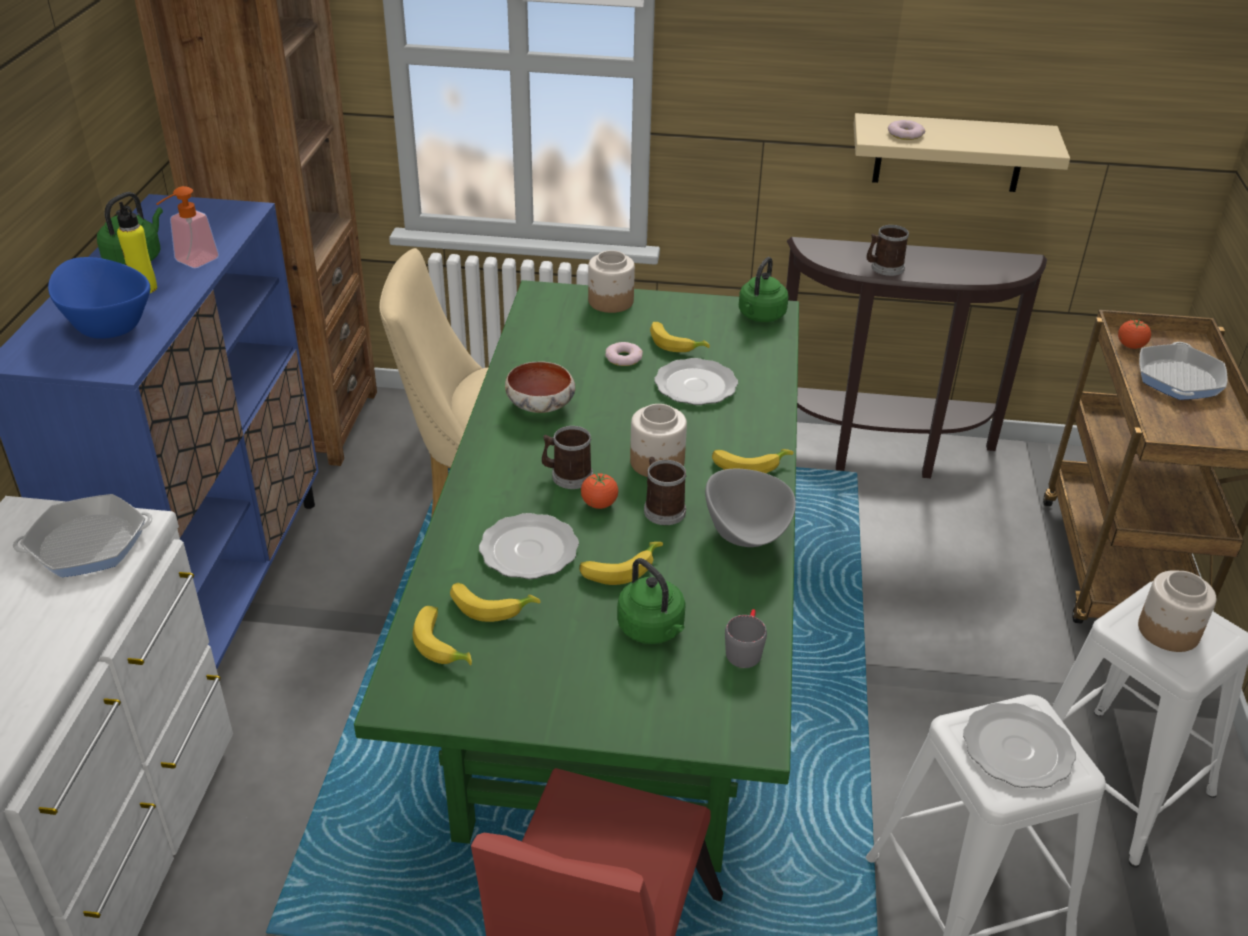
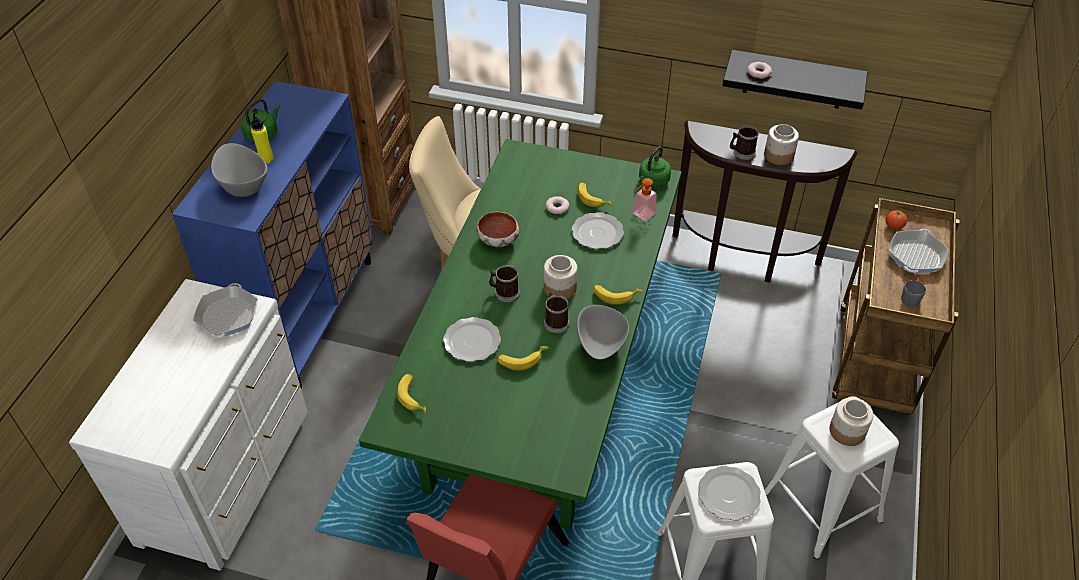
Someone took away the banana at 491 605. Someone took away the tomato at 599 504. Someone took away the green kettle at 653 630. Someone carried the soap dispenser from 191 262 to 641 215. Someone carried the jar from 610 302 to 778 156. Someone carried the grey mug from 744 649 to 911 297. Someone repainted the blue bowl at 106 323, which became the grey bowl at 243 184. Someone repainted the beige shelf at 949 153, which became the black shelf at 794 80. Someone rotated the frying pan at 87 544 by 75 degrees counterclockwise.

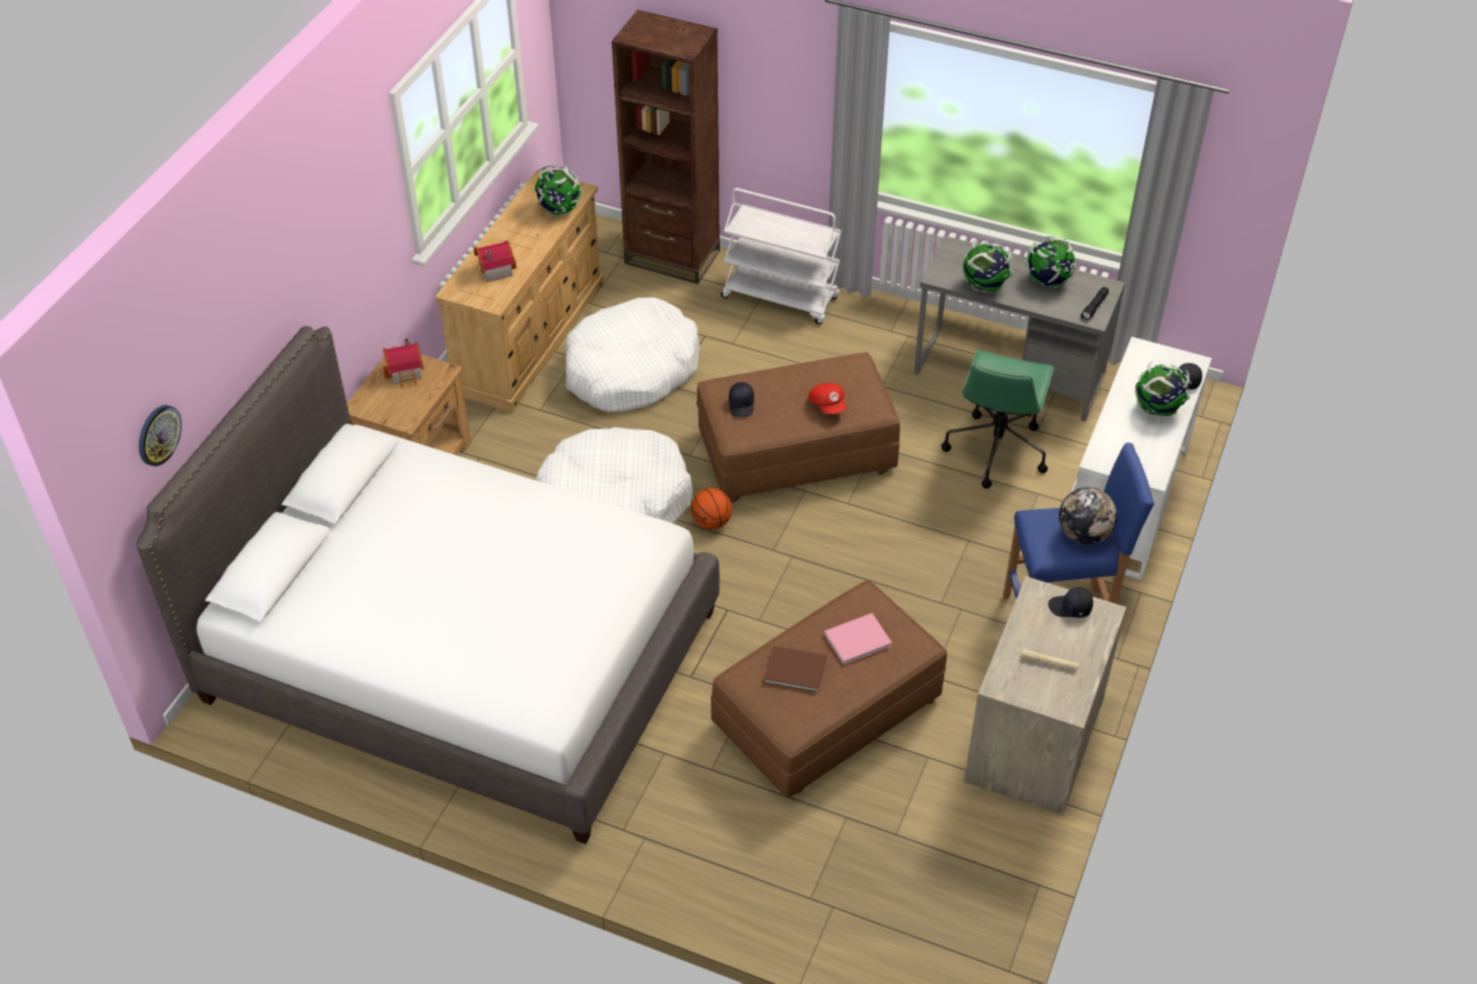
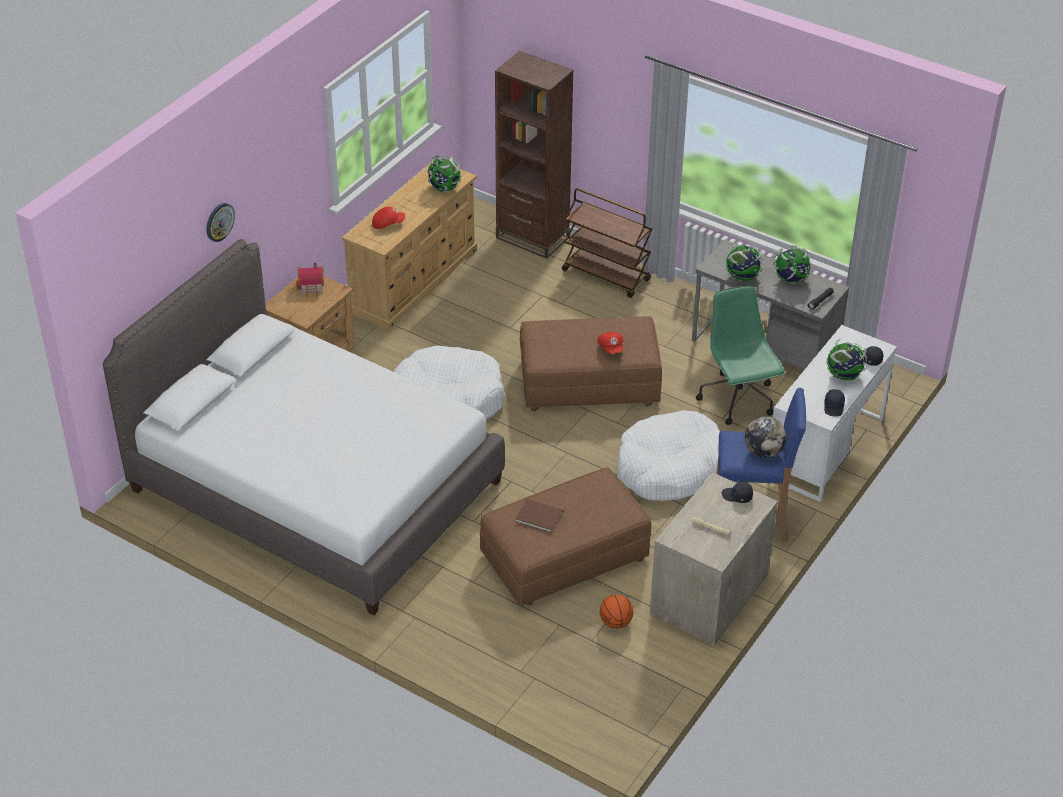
Someone took away the pink book at 855 639. Someone carried the wall clock from 158 435 to 219 222. Someone carried the white dog bed from 631 370 to 670 468. Someone carried the basketball from 712 522 to 616 623. Someone carried the black cap from 742 405 to 834 407. Someone swapped the toy house at 494 269 for the red cap at 388 223. Someone repainted the white cart at 781 297, which became the brown cart at 606 275. Someone rotated the green office chair at 996 449 by 135 degrees clockwise.

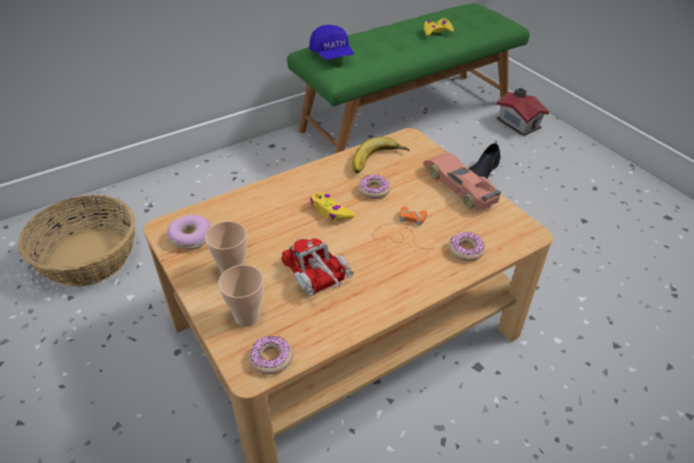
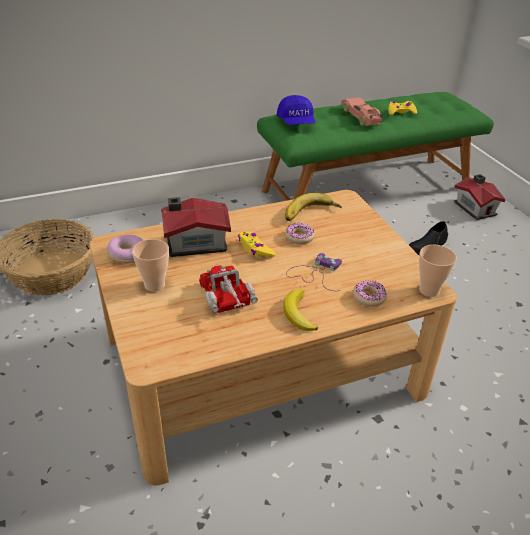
Someone took away the donut at 271 358. Someone put down the toy house at 194 242. Someone put down the banana at 298 314. Someone carried the cup from 247 317 to 429 290. Someone carried the toy car from 460 187 to 361 116. Someone repainted the orange game controller at 402 231, which became the purple game controller at 315 273.

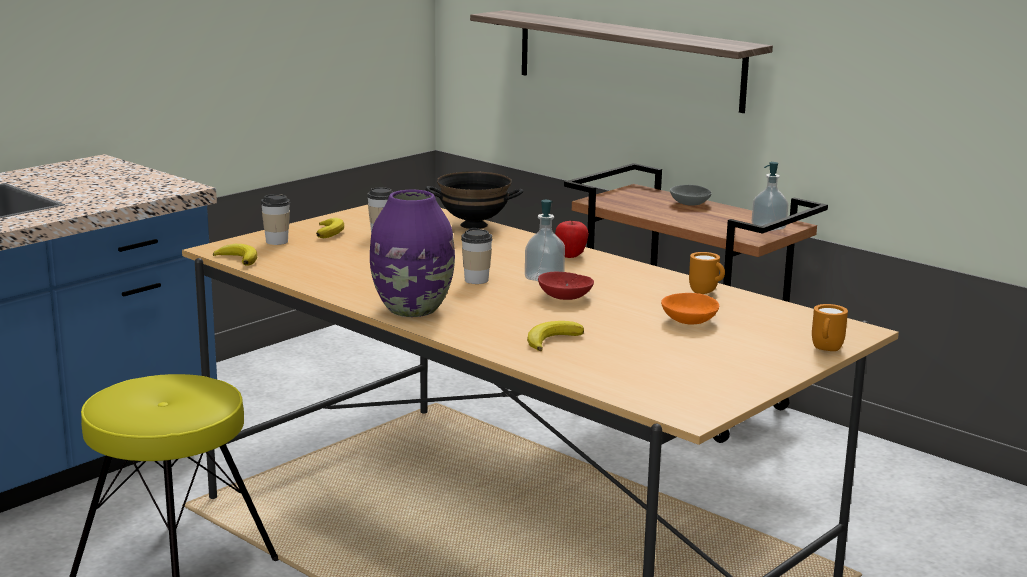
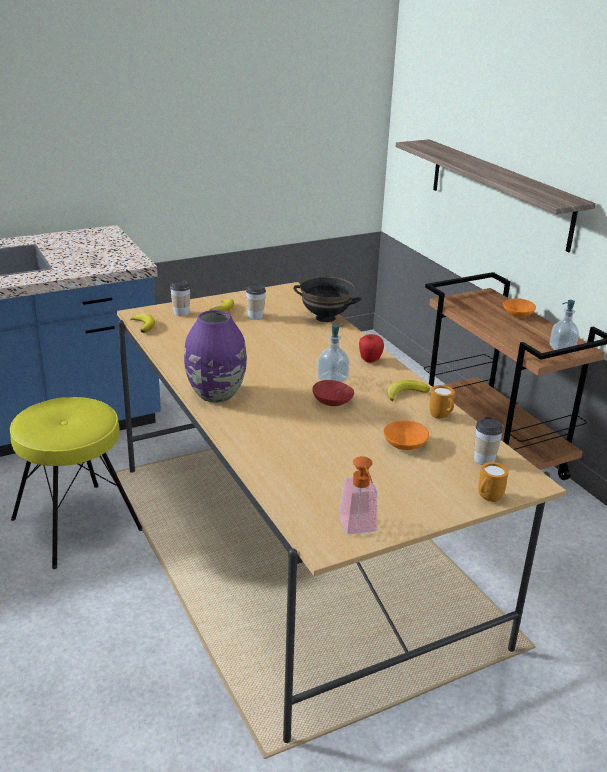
Someone put down the soap dispenser at 359 529. Someone carried the cup from 476 280 to 484 459. Someone carried the banana from 551 340 to 405 393. Someone repainted the grey bowl at 688 203, which became the orange bowl at 517 314.

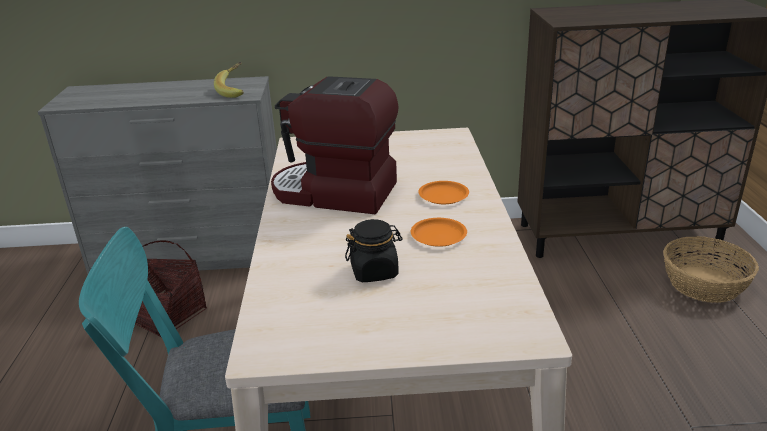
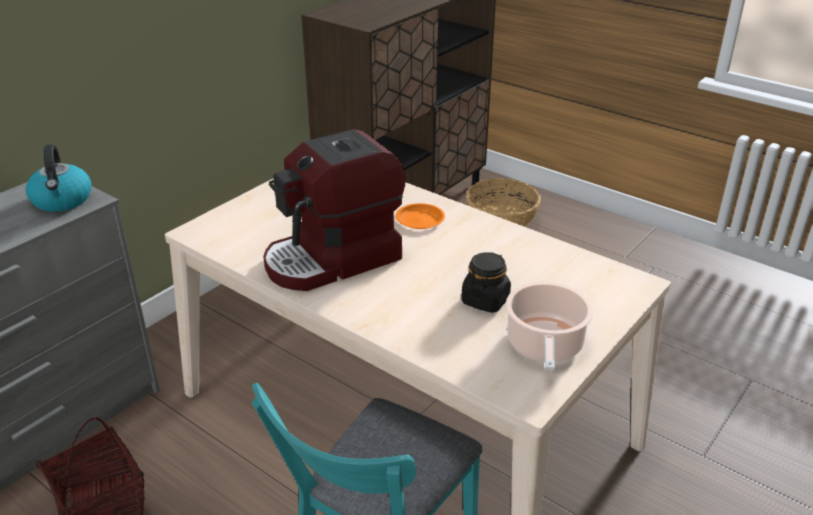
Someone took away the orange plate at 438 236. Someone put down the cooking pot at 544 346. Someone swapped the banana at 236 91 for the kettle at 62 200.

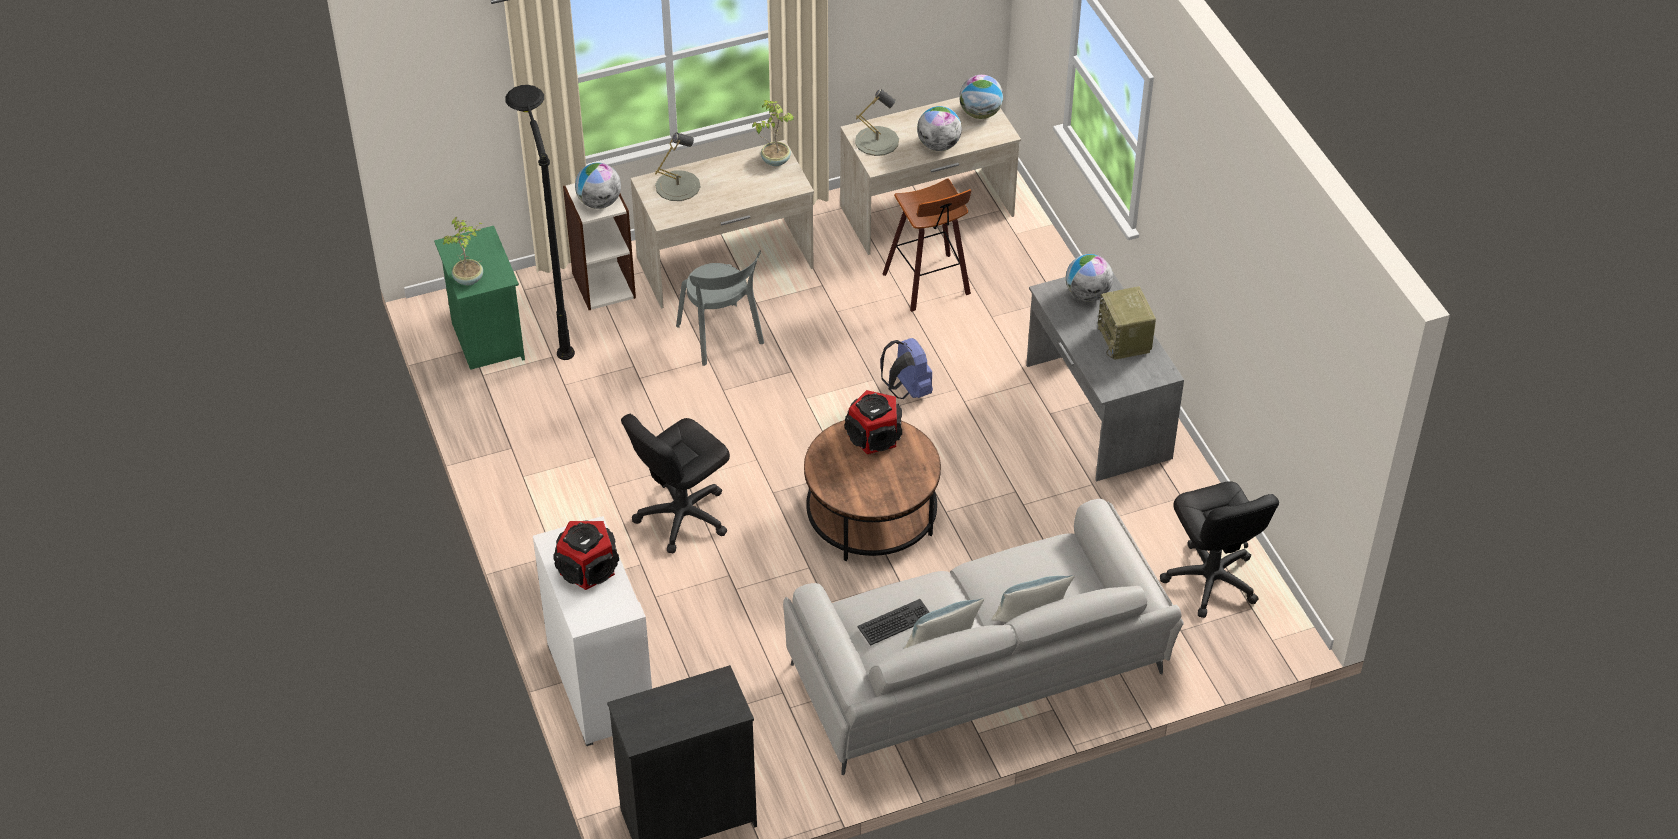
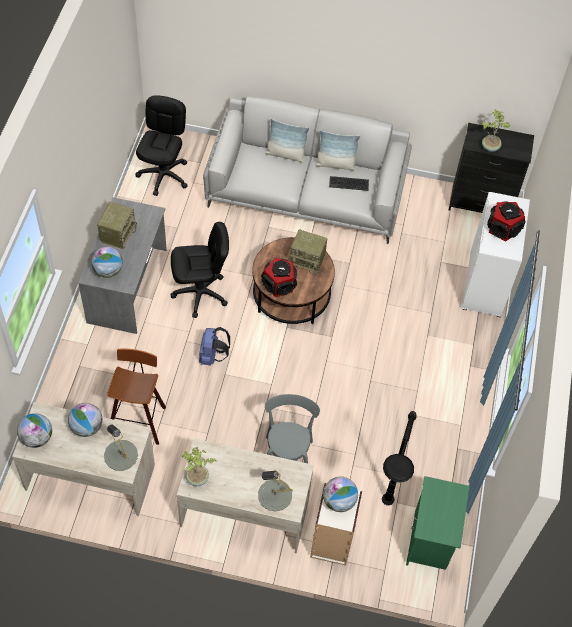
Someone put down the radio at 308 260. Someone carried the potted plant from 469 279 to 490 147. Someone carried the black office chair from 682 516 to 200 294.

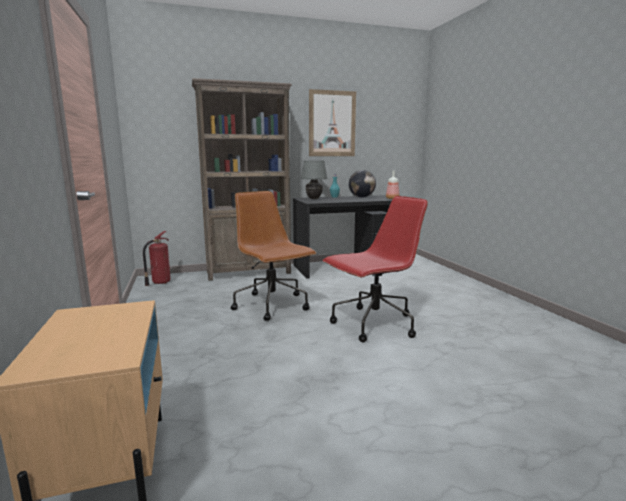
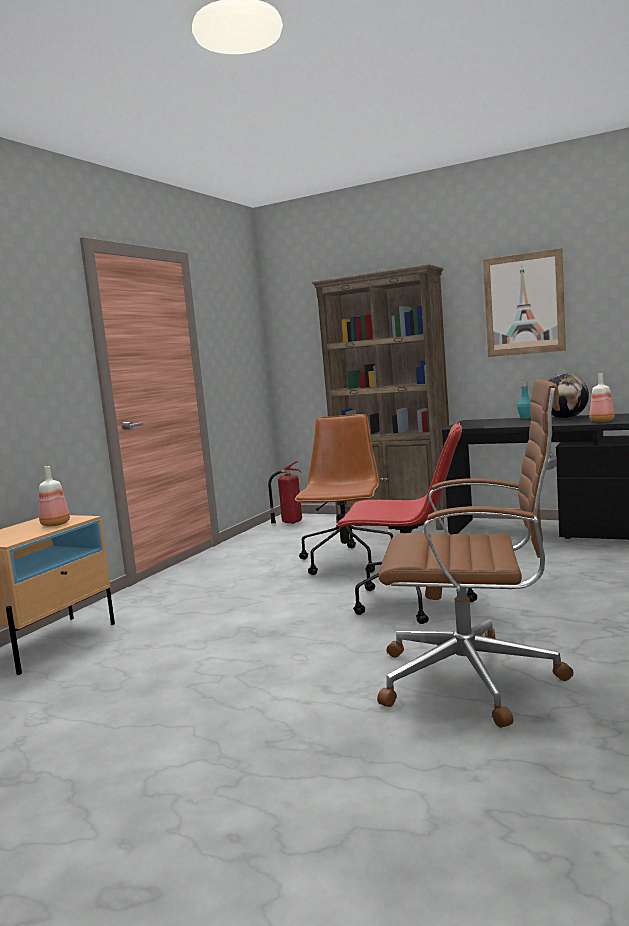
Someone took away the grey table lamp at 314 199. Someone put down the bottle at 54 524. Someone put down the brown office chair at 475 679.

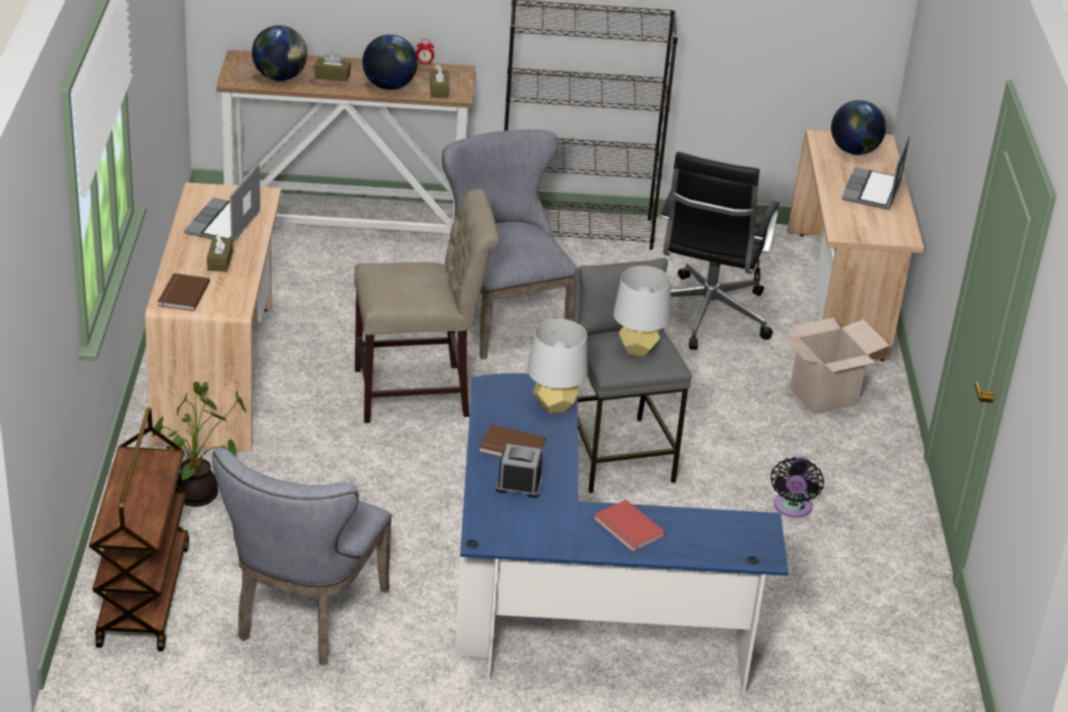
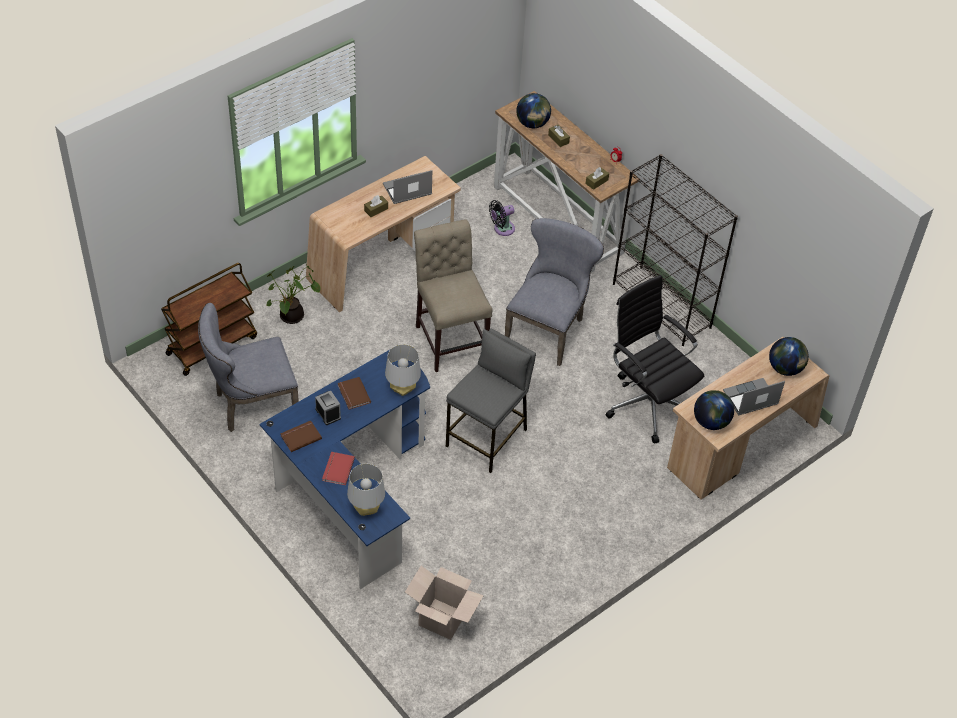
Someone carried the brown book from 182 294 to 300 436. Someone carried the globe from 389 86 to 711 422. Someone carried the grey table lamp from 638 349 to 366 509. Someone carried the black fan from 792 508 to 502 229. Someone carried the cardboard box from 823 396 to 442 619. Someone rotated the beige chair at 419 393 by 150 degrees counterclockwise. Someone rotated the black office chair at 706 316 by 75 degrees clockwise.

